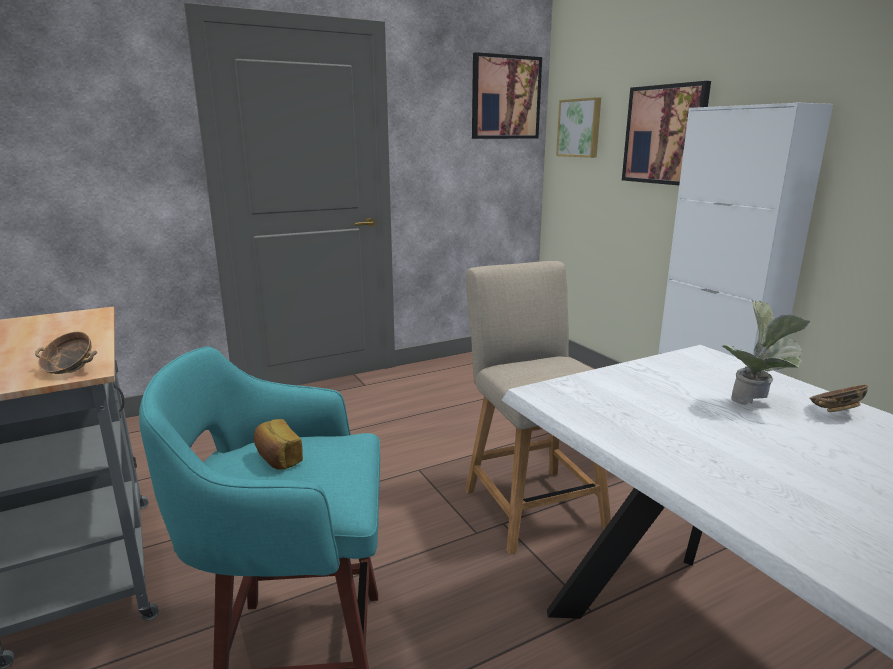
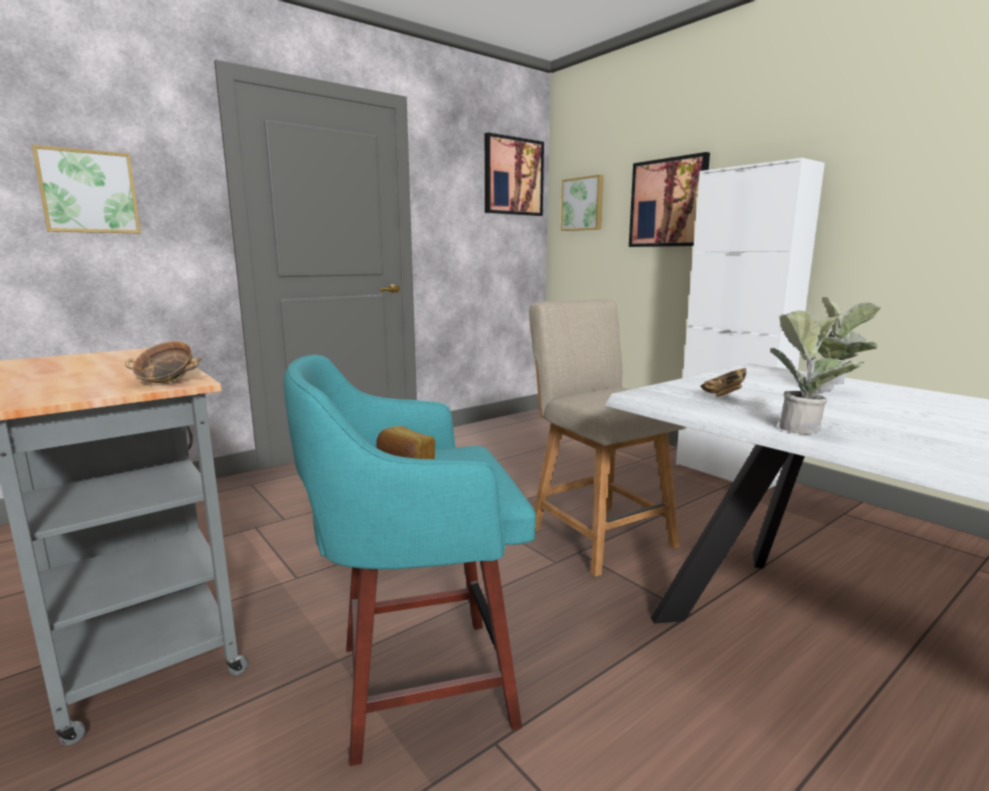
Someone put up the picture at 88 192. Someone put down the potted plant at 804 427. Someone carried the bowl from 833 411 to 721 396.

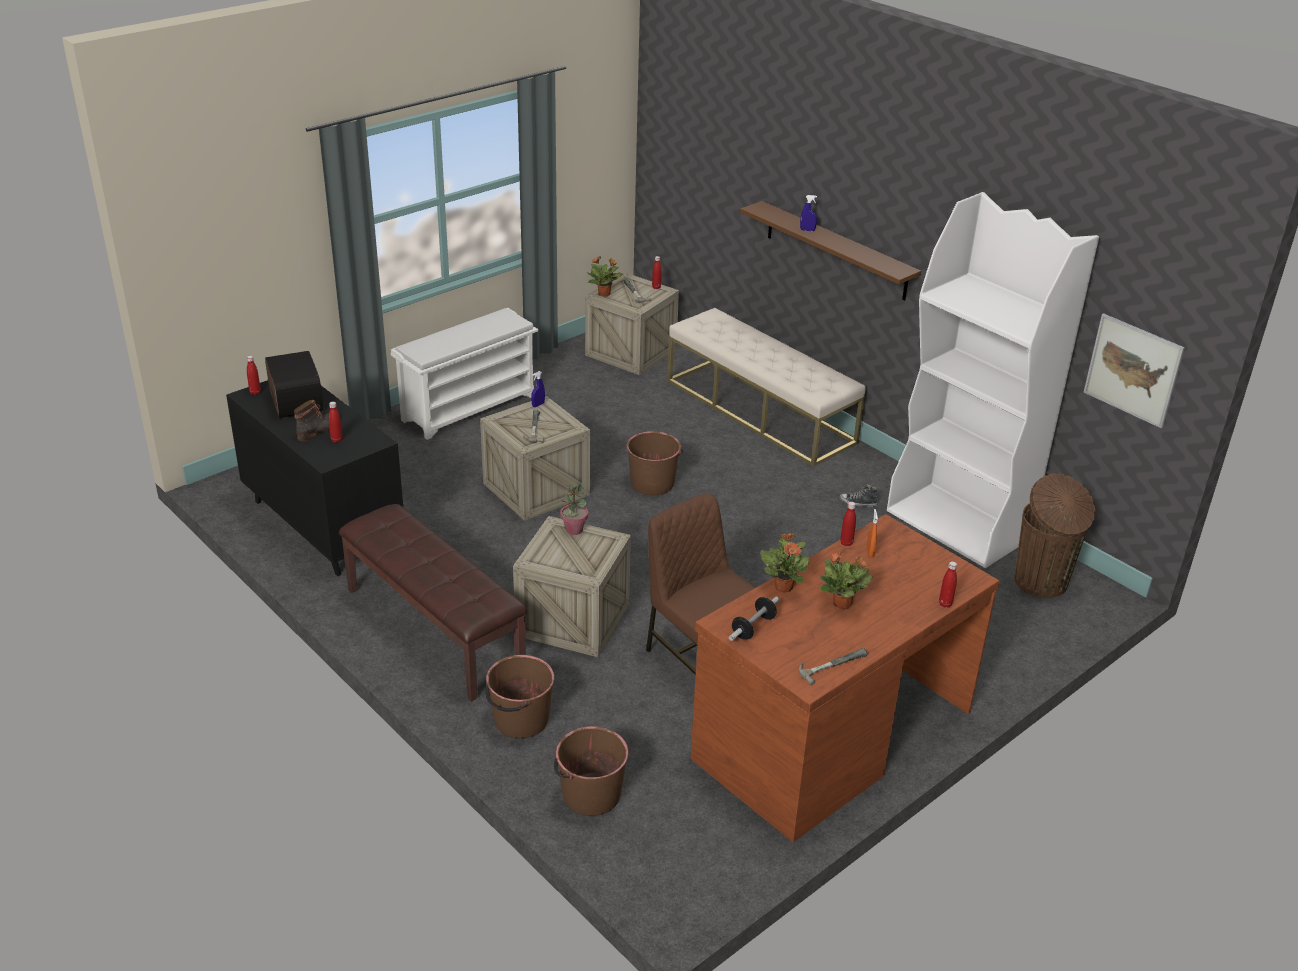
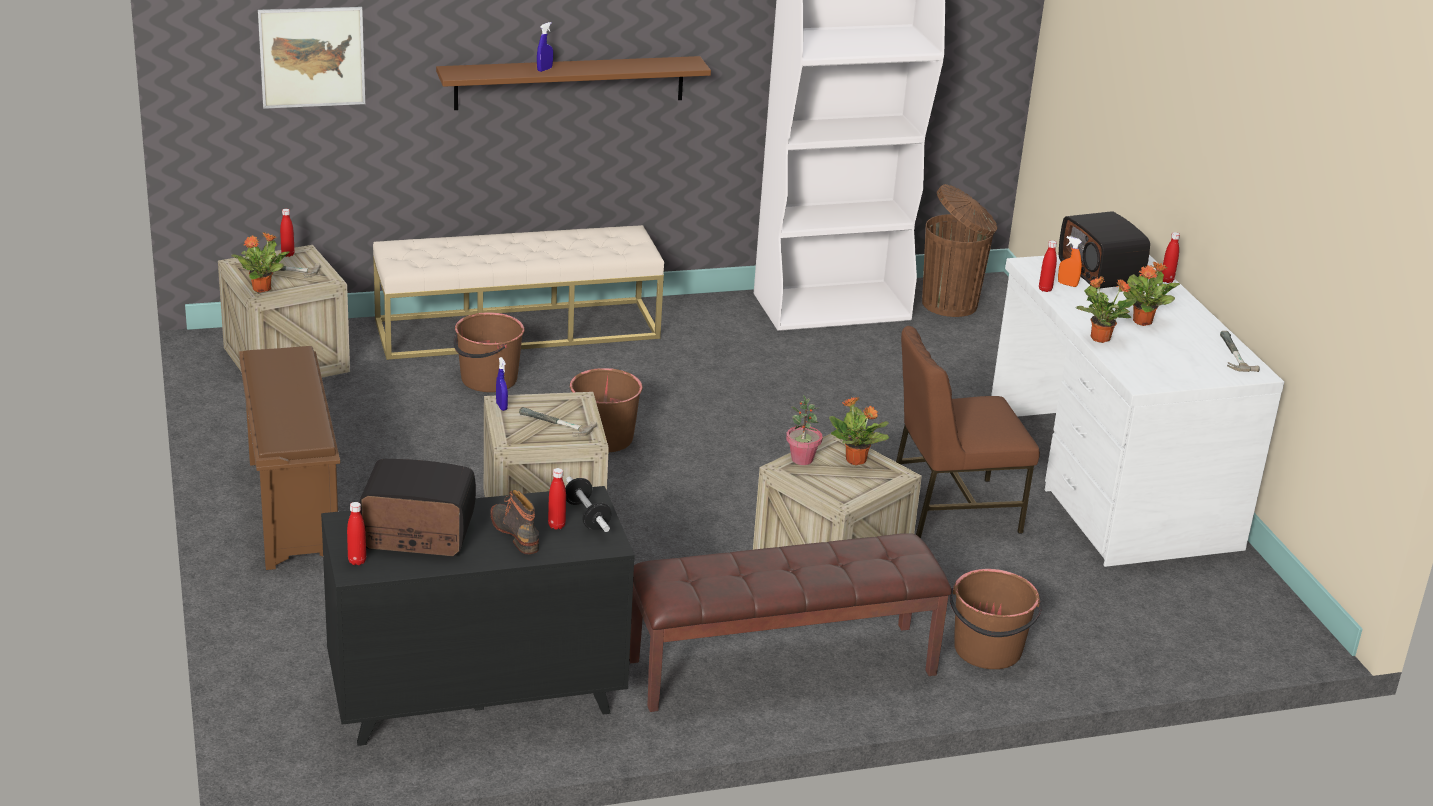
Someone took away the shoe at 858 503. Someone put down the potted plant at 856 460. Someone put down the radio at 1101 272. Someone carried the brown bucket from 590 794 to 488 380. Someone carried the dumbbell from 753 627 to 587 516. Someone carried the picture from 1133 370 to 312 57. Someone repainted the white shoe rack at 469 407, which became the brown shoe rack at 291 508. Someone repainted the brown desk at 831 734, which became the white desk at 1108 481.

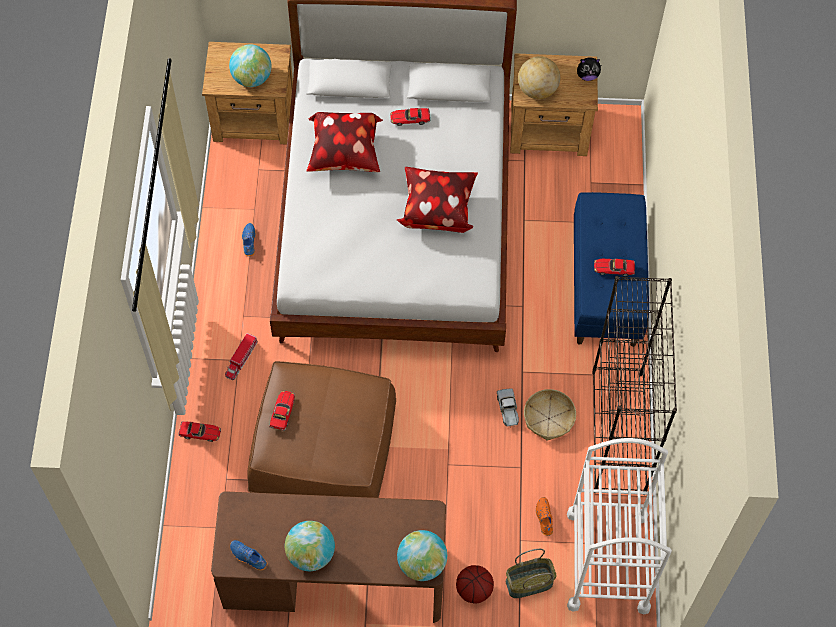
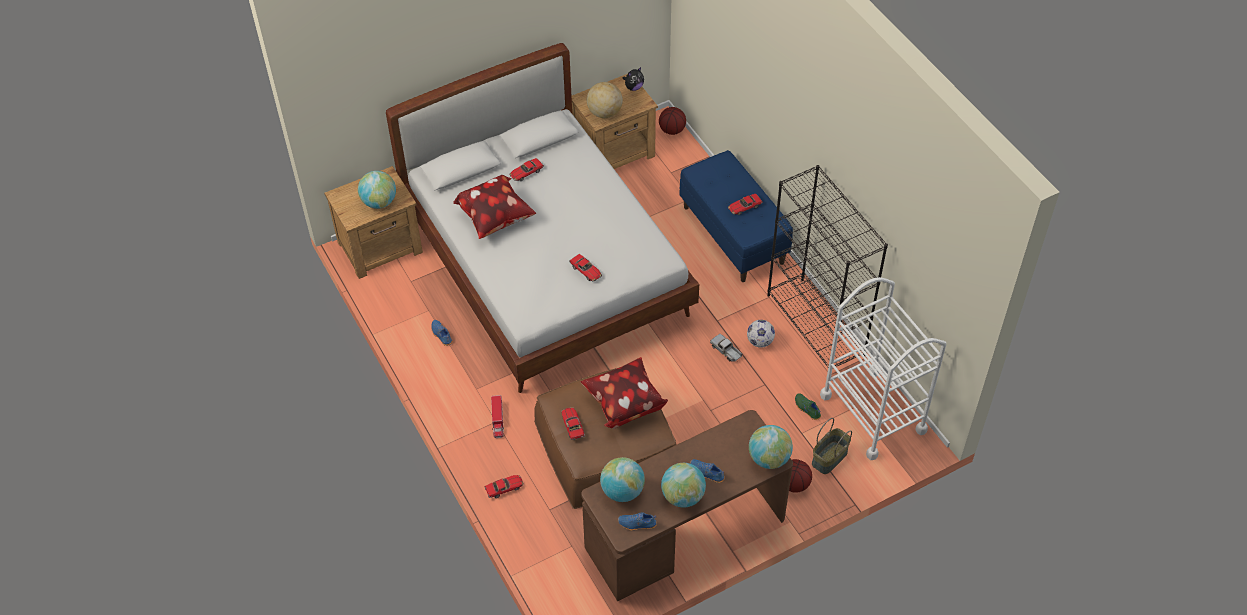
Someone put down the toy car at 586 271. Someone put down the globe at 622 491. Someone put down the basketball at 672 130. Someone put down the blue shoe at 706 473. Someone carried the pillow from 437 209 to 623 403. Someone swapped the basket at 548 418 for the football at 759 342. Someone repainted the orange shoe at 543 518, which became the green shoe at 806 409.

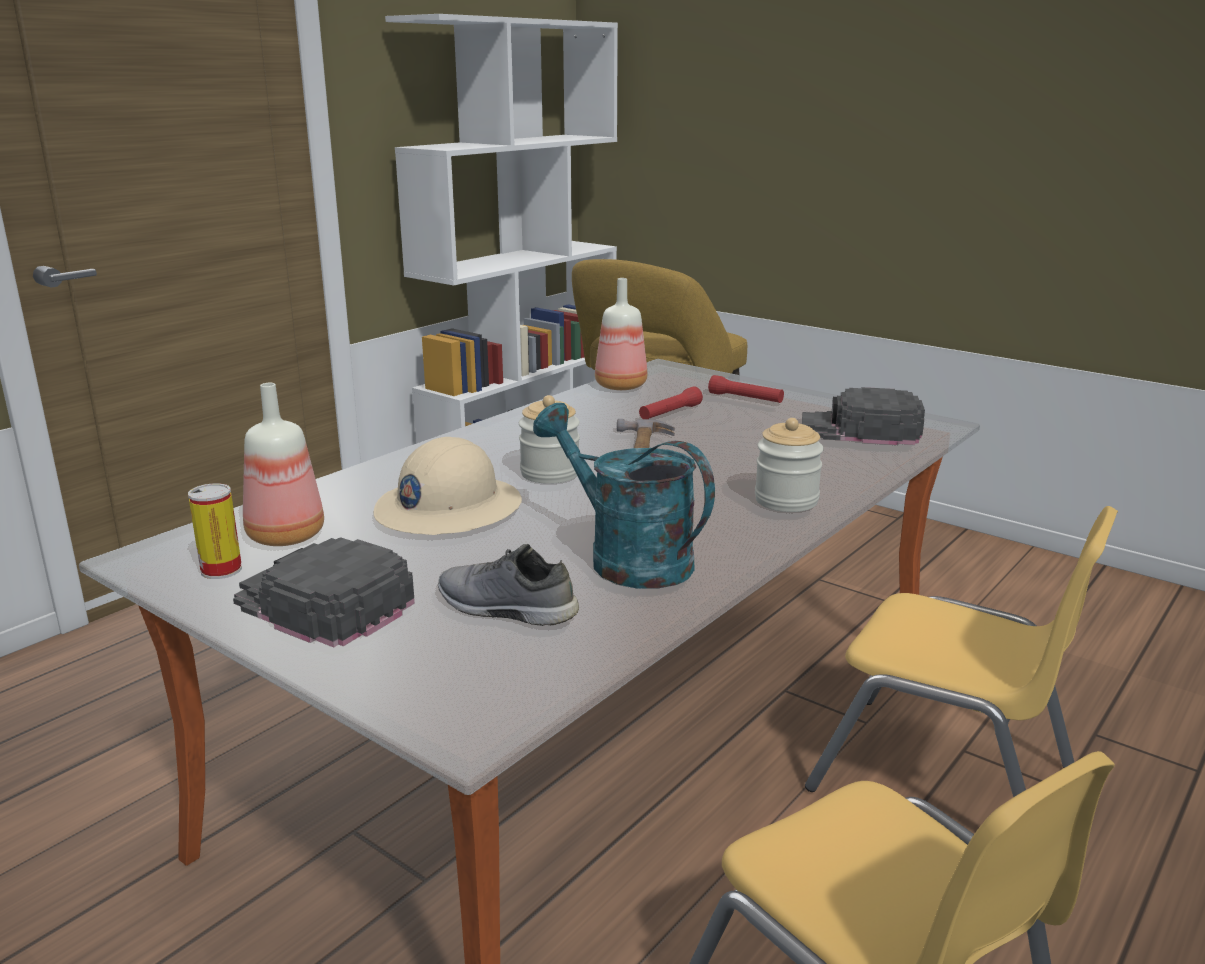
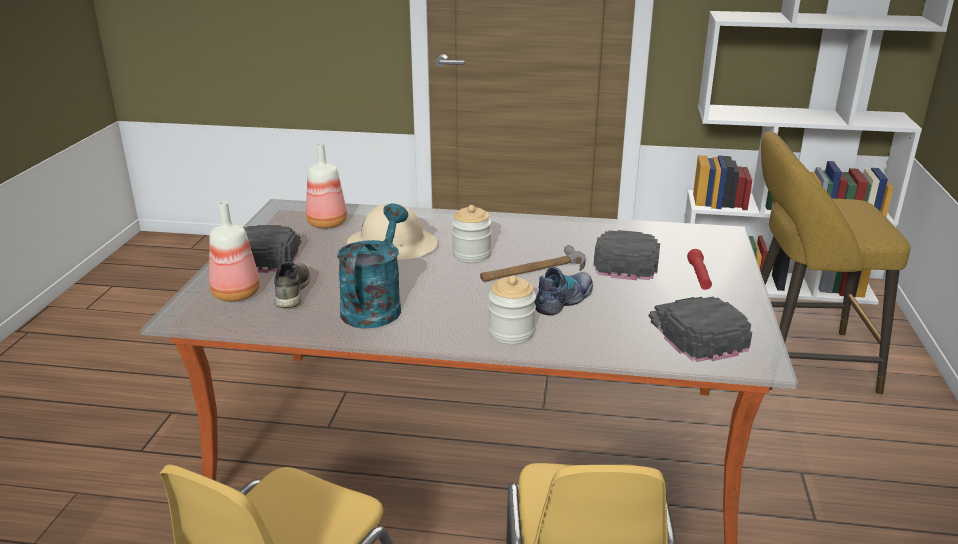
Someone took away the can at 221 570. Someone put down the shoe at 564 300. Someone carried the bottle from 620 386 to 234 294. Someone swapped the red flashlight at 670 413 for the black cap at 626 259.

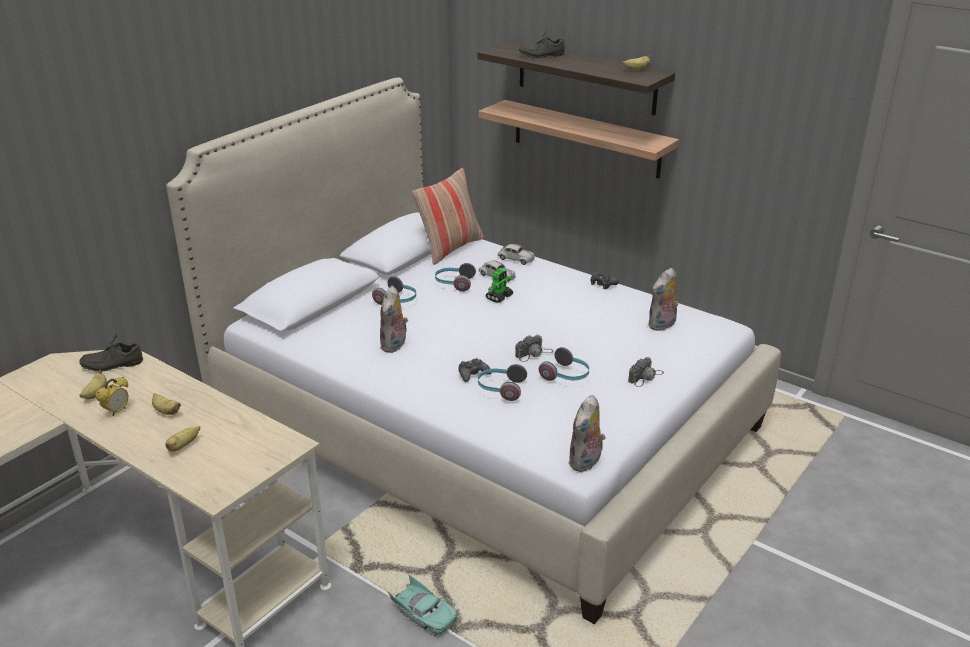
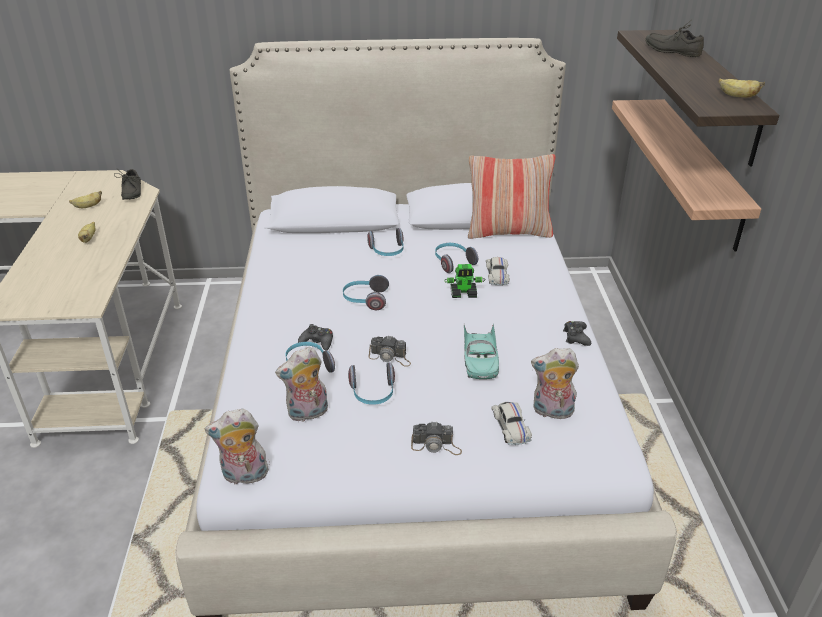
Someone took away the alarm clock at 117 411. Someone took away the banana at 183 446. Someone put down the headphones at 365 300. Someone carried the plush toy from 394 345 to 307 414. Someone carried the turquoise toy car from 423 614 to 480 360. Someone carried the white toy car from 516 259 to 511 427. Someone rotated the grey shoe at 112 363 by 135 degrees counterclockwise.

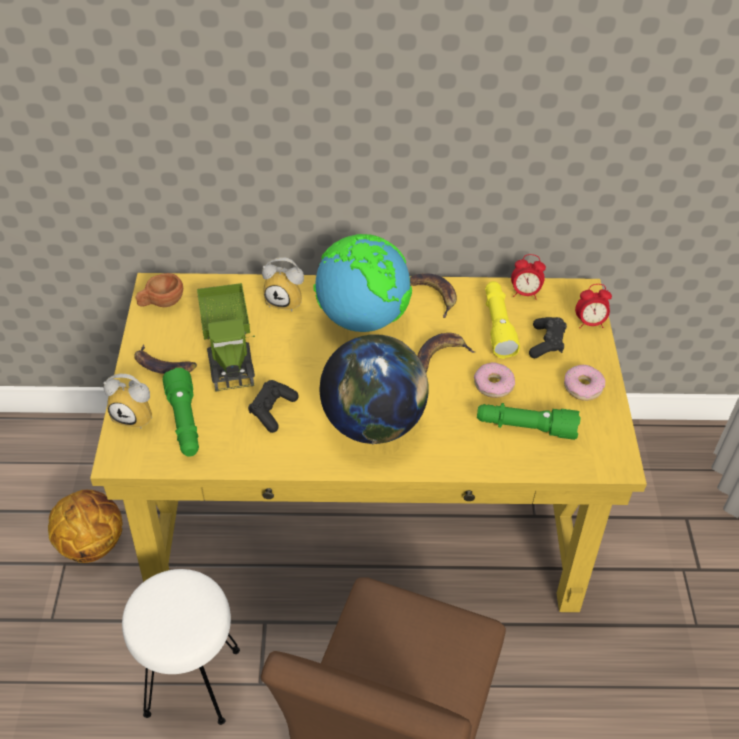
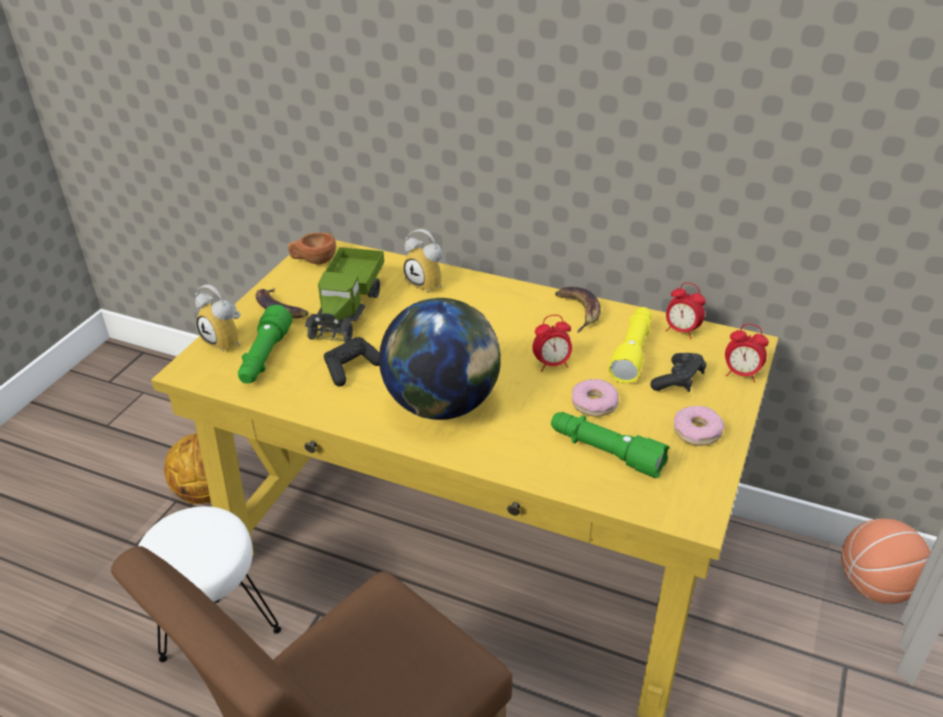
Someone took away the globe at 362 318. Someone put down the basketball at 876 586. Someone swapped the banana at 440 356 for the alarm clock at 552 364.

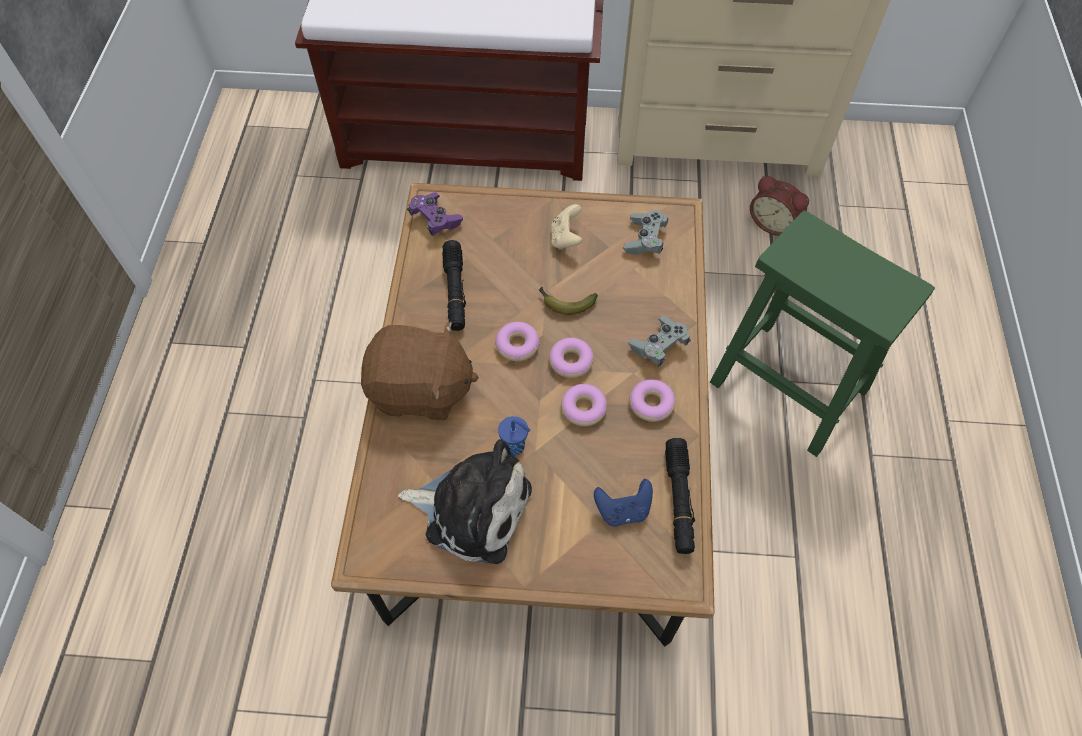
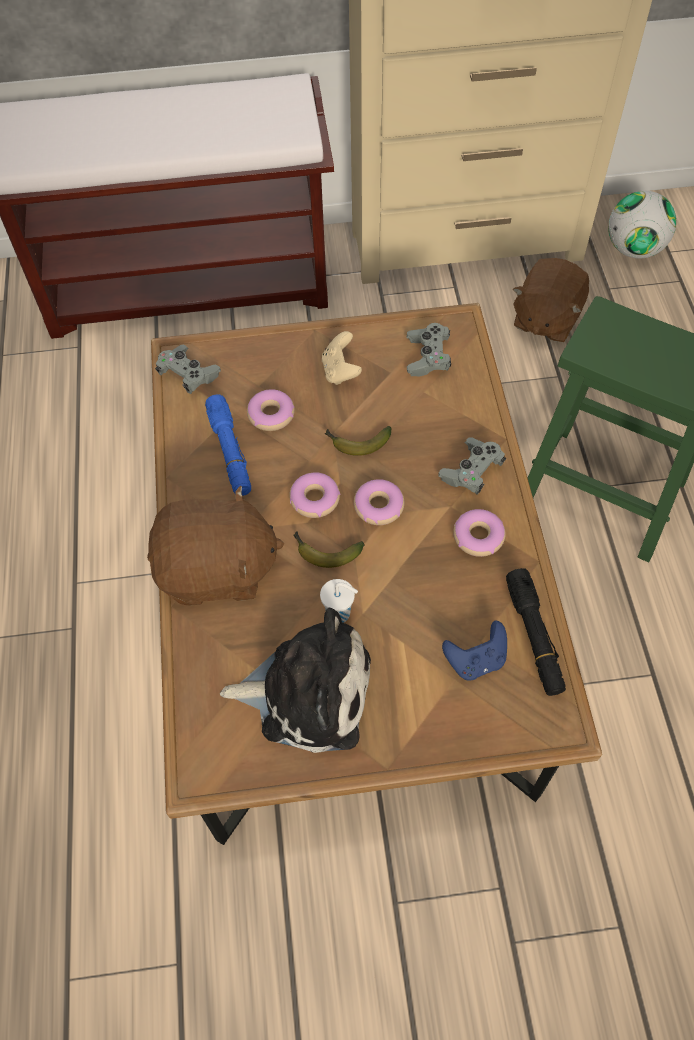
Someone put down the banana at 324 552. Someone put down the football at 634 249. Someone carried the donut from 583 408 to 271 415. Someone swapped the alarm clock at 773 223 for the brown plush toy at 545 319. Someone repainted the purple game controller at 435 219, which became the grey game controller at 188 375. Someone repainted the black flashlight at 455 291, which became the blue flashlight at 230 451. Someone repainted the blue cup at 515 447, which became the white cup at 340 614.

